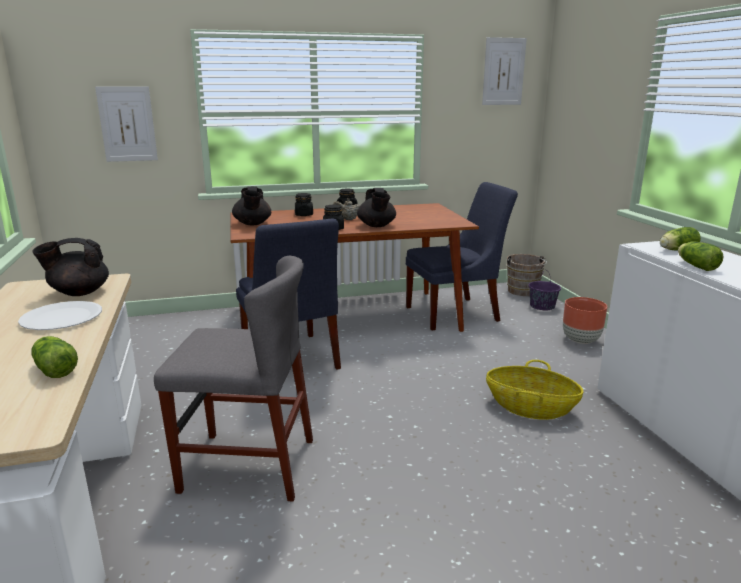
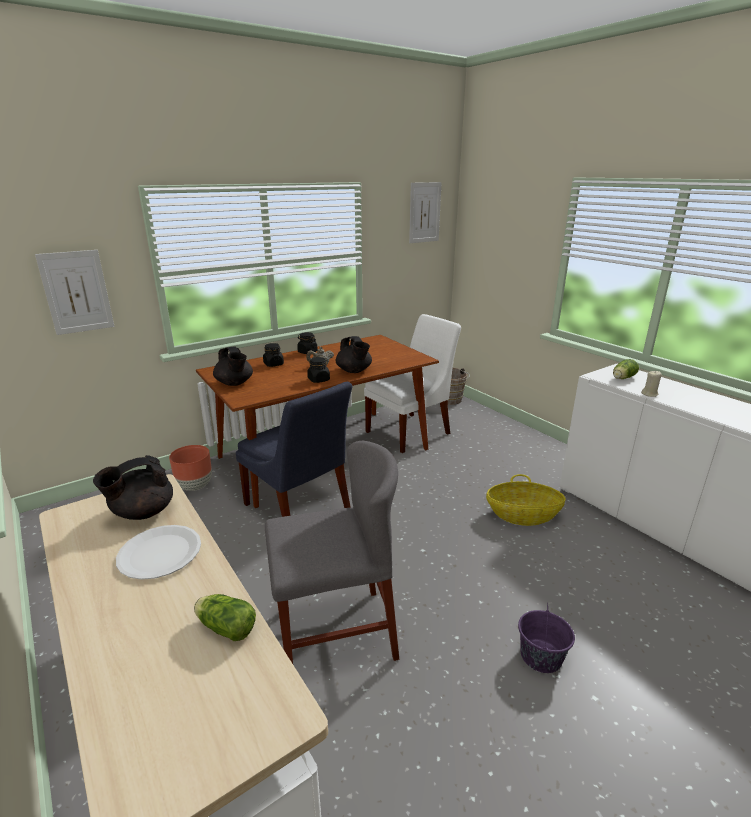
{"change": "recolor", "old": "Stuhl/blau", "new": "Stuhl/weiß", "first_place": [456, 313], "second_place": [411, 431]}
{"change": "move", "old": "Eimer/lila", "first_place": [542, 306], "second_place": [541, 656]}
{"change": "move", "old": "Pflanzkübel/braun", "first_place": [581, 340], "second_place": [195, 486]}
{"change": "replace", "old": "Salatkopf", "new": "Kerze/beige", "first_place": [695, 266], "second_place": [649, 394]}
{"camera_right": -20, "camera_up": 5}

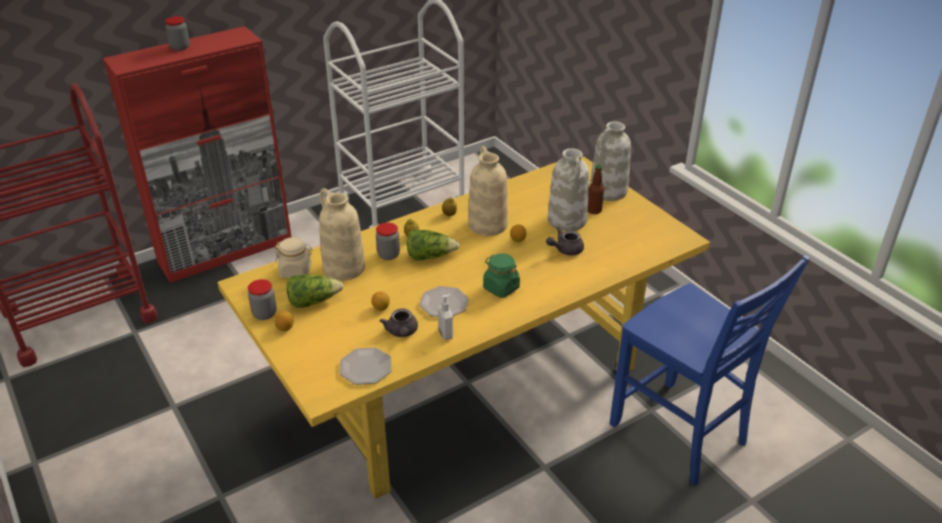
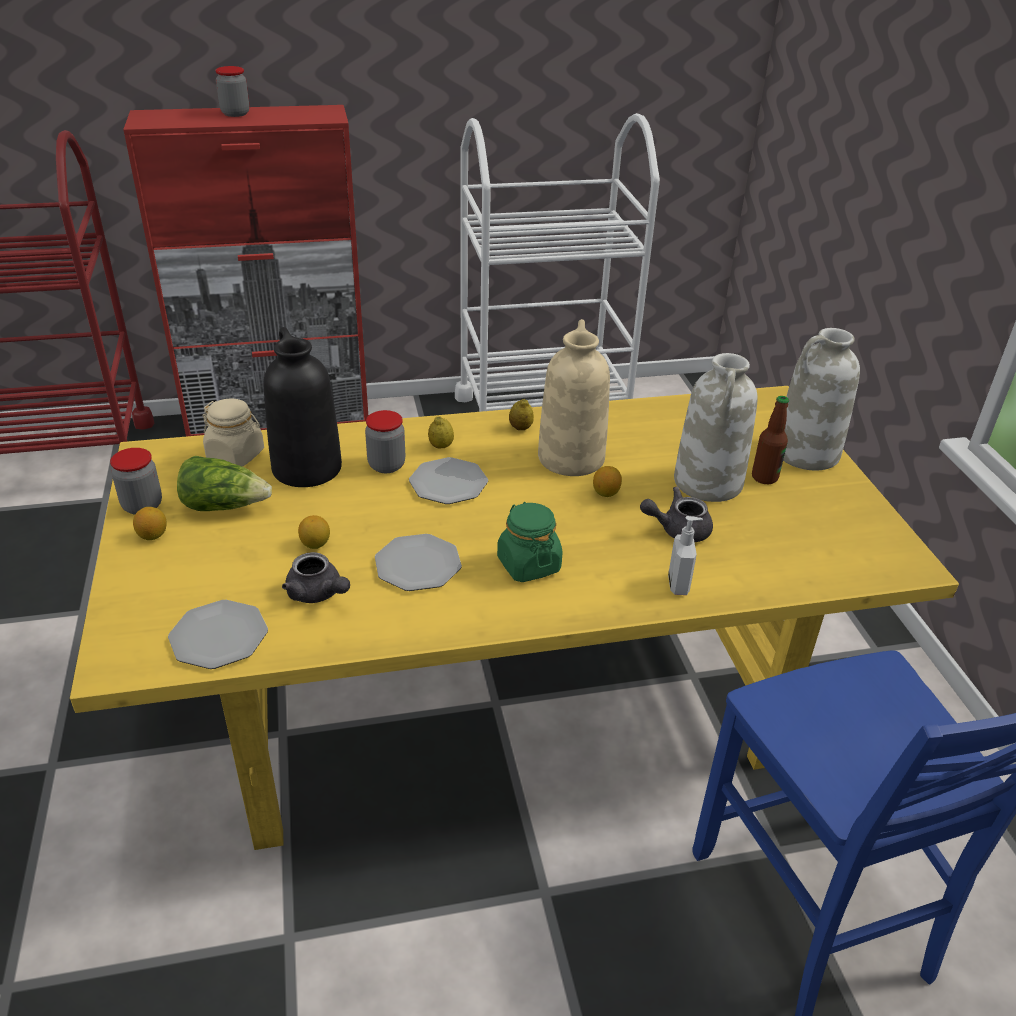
{"change": "recolor", "old": "Vase/beige", "new": "Vase/schwarz", "first_place": [343, 268], "second_place": [305, 467]}
{"change": "rotate", "old": "Teekanne/grau", "first_place": [401, 332], "second_place": [318, 594], "degrees": -60}
{"change": "replace", "old": "Salatkopf", "new": "Teller", "first_place": [430, 256], "second_place": [448, 483]}
{"change": "move", "old": "Seifenspender", "first_place": [446, 334], "second_place": [679, 585]}
{"camera_right": 20, "camera_up": 0}

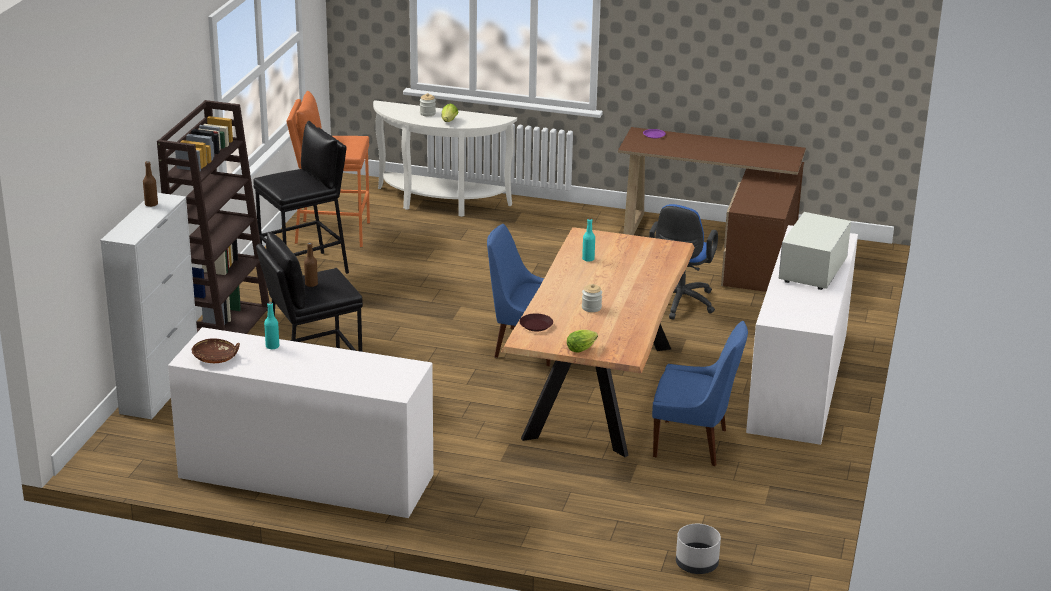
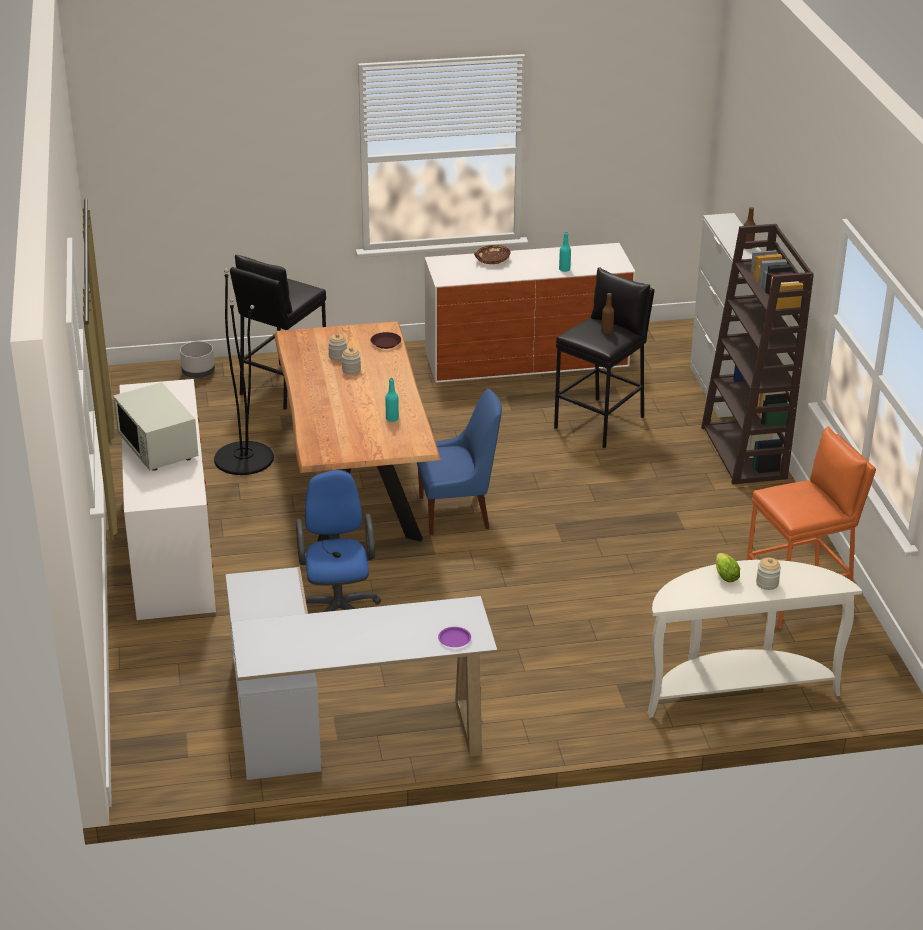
{"change": "move", "old": "Schüssel/braun", "first_place": [216, 358], "second_place": [492, 260]}
{"change": "move", "old": "Hocker/schwarz", "first_place": [305, 271], "second_place": [282, 386]}
{"change": "delete", "old": "Salatkopf", "first_place": [582, 348]}
{"change": "recolor", "old": "Schreibtisch/braun", "new": "Schreibtisch/weiß", "first_place": [720, 246], "second_place": [337, 723]}
{"change": "replace", "old": "Stuhl/blau", "new": "Stehlampe/schwarz", "first_place": [693, 444], "second_place": [244, 458]}
{"change": "rotate", "old": "Mikrowelle/weiß", "first_place": [813, 271], "second_place": [158, 447], "degrees": 150}
{"change": "insert", "new": "Vorratsglas", "second_place": [338, 356]}
{"camera_right": 155, "camera_up": 5}

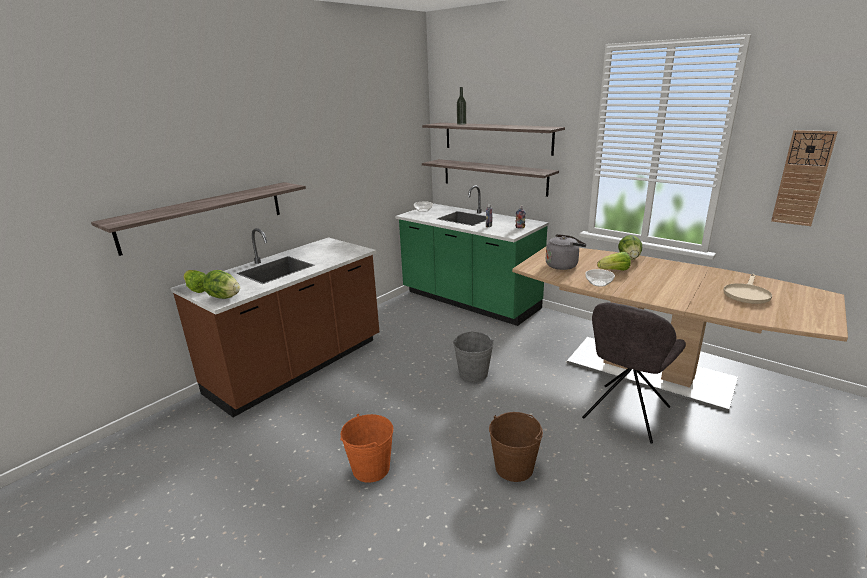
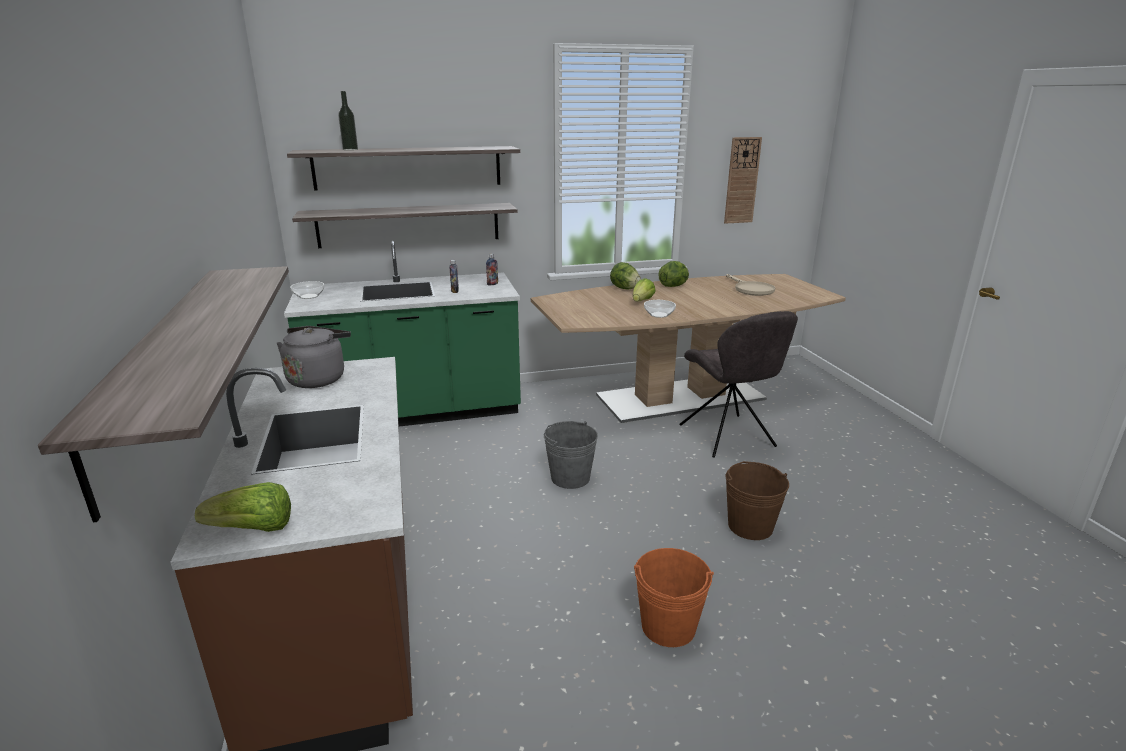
{"change": "move", "old": "Salatkopf", "first_place": [224, 297], "second_place": [674, 286]}
{"change": "move", "old": "Wasserkessel/grau", "first_place": [563, 265], "second_place": [318, 378]}
{"camera_right": -55, "camera_up": 0}

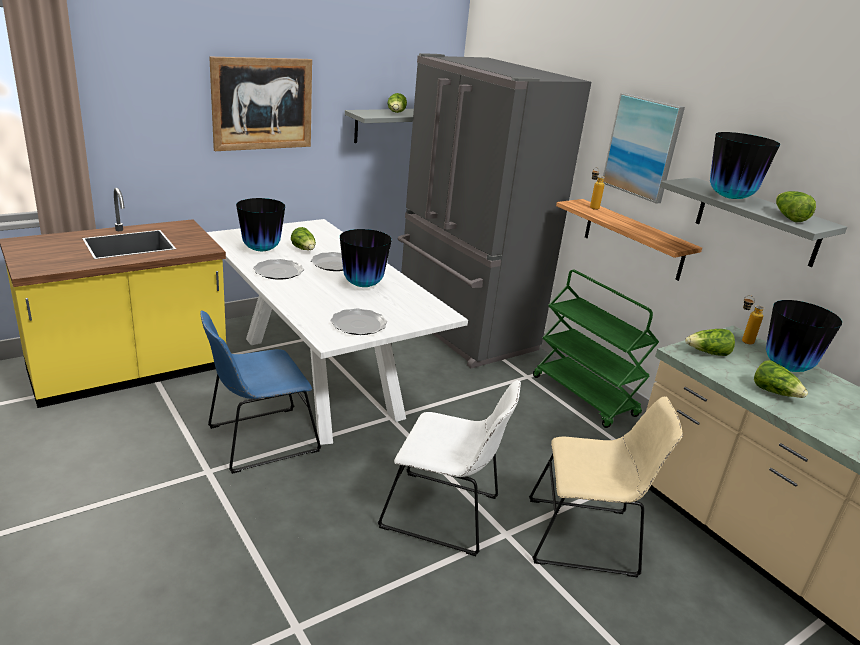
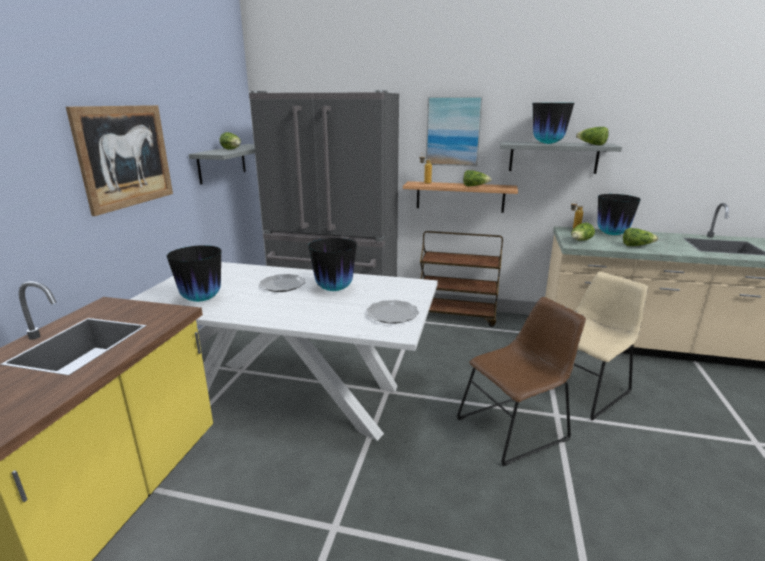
{"change": "delete", "old": "Stuhl/blau", "first_place": [258, 440]}
{"change": "delete", "old": "Teller", "first_place": [278, 271]}
{"change": "move", "old": "Salatkopf", "first_place": [304, 249], "second_place": [475, 186]}
{"change": "recolor", "old": "Stuhl/weiß", "new": "Stuhl/braun", "first_place": [445, 514], "second_place": [515, 427]}
{"change": "recolor", "old": "Rollwagen/grün", "new": "Rollwagen/braun", "first_place": [585, 396], "second_place": [457, 316]}
{"camera_right": -40, "camera_up": -5}

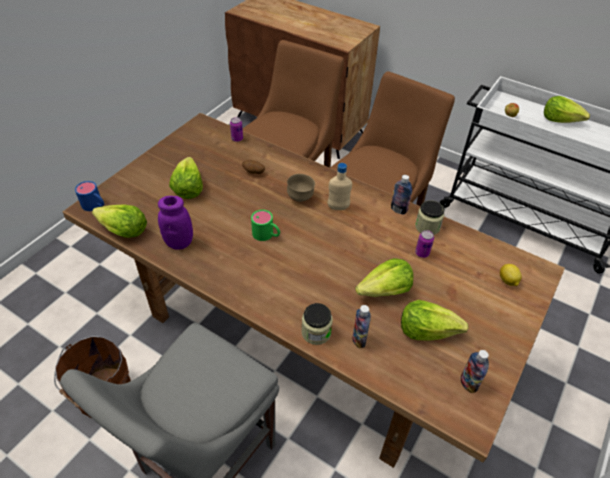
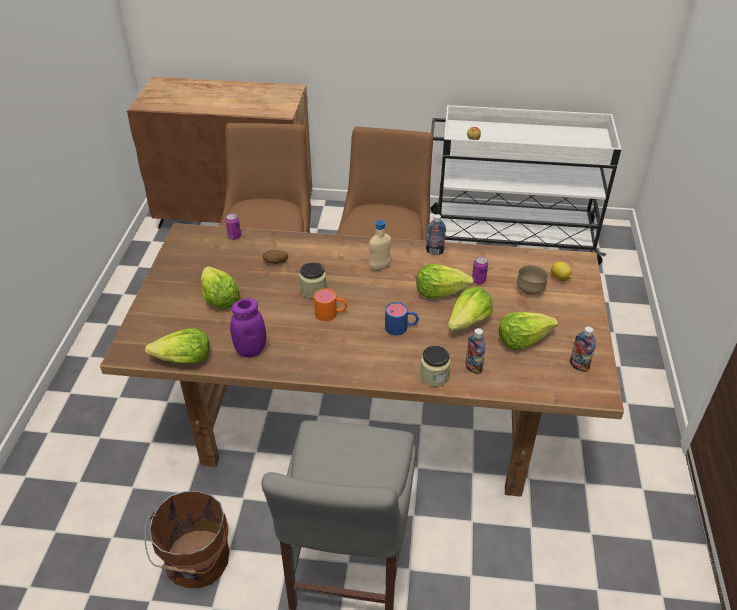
{"change": "move", "old": "Henkelbecher/blau", "first_place": [95, 206], "second_place": [401, 327]}
{"change": "recolor", "old": "Henkelbecher/grün", "new": "Henkelbecher/orange", "first_place": [267, 235], "second_place": [331, 314]}
{"change": "move", "old": "Schüssel/braun", "first_place": [300, 198], "second_place": [530, 291]}
{"change": "move", "old": "Vorratsglas", "first_place": [427, 227], "second_place": [313, 290]}
{"change": "move", "old": "Salatkopf", "first_place": [560, 120], "second_place": [440, 291]}
{"camera_right": -25, "camera_up": -5}

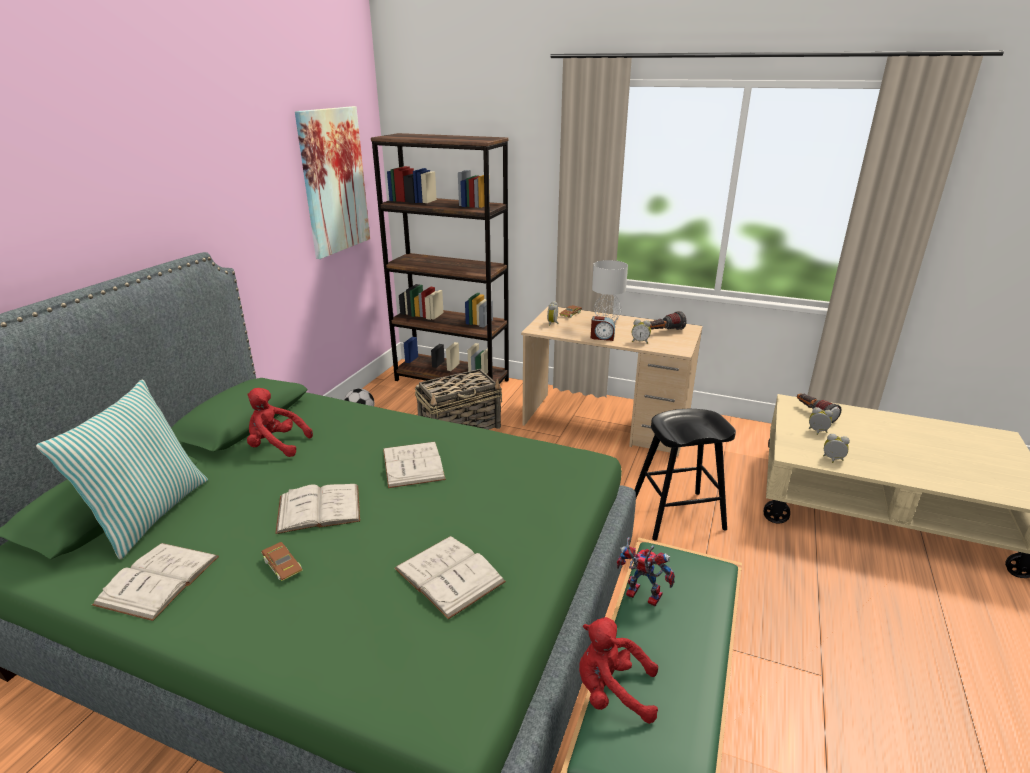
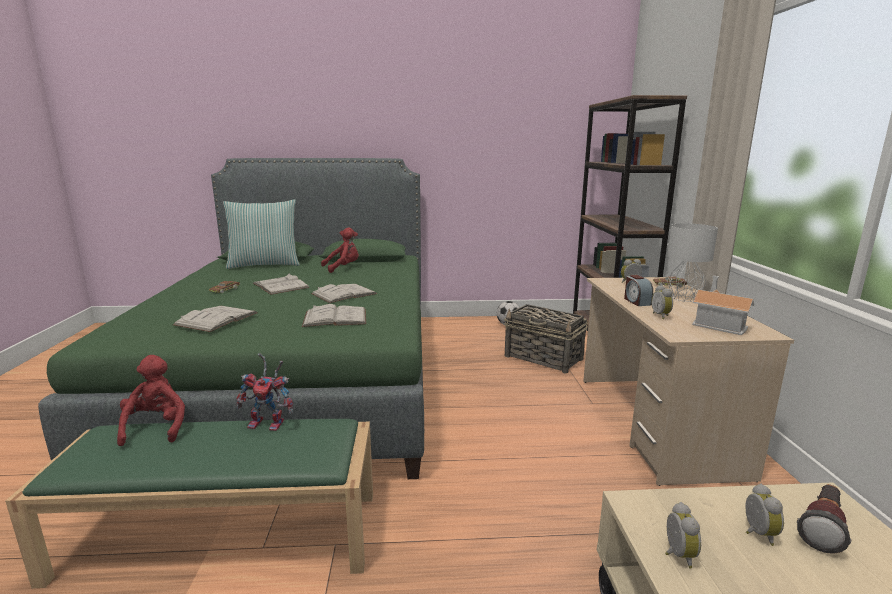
{"change": "move", "old": "Buch/weiß", "first_place": [158, 580], "second_place": [335, 317]}
{"change": "rotate", "old": "Plüschtier/rot", "first_place": [276, 445], "second_place": [343, 268], "degrees": 75}
{"change": "delete", "old": "Bild", "first_place": [334, 181]}
{"change": "rotate", "old": "Spielzeugroboter", "first_place": [639, 595], "second_place": [270, 423], "degrees": 90}
{"change": "delete", "old": "Hocker/schwarz", "first_place": [676, 515]}
{"change": "replace", "old": "Taschenlampe", "new": "Spielzeughaus", "first_place": [663, 332], "second_place": [717, 323]}
{"camera_right": 65, "camera_up": -10}

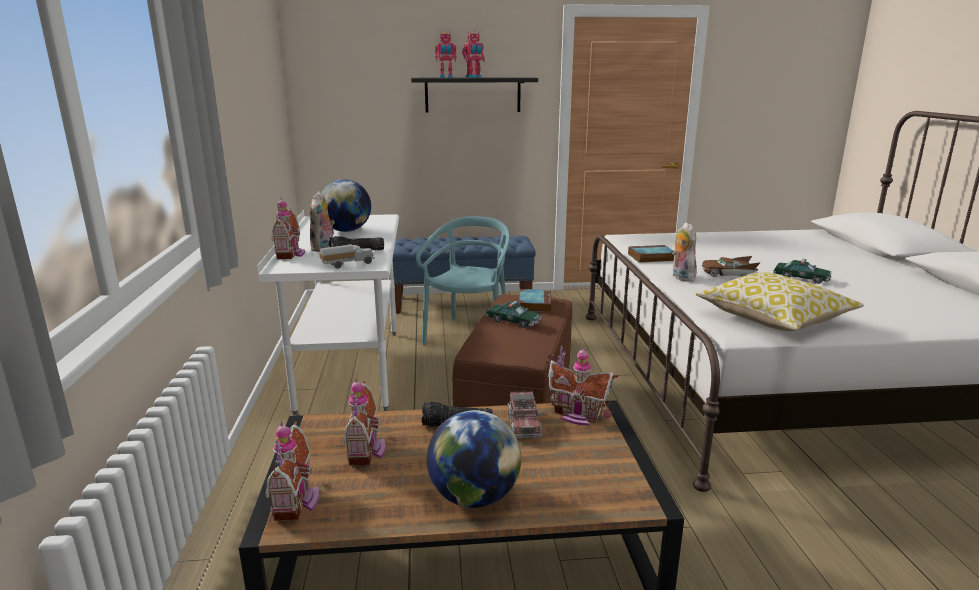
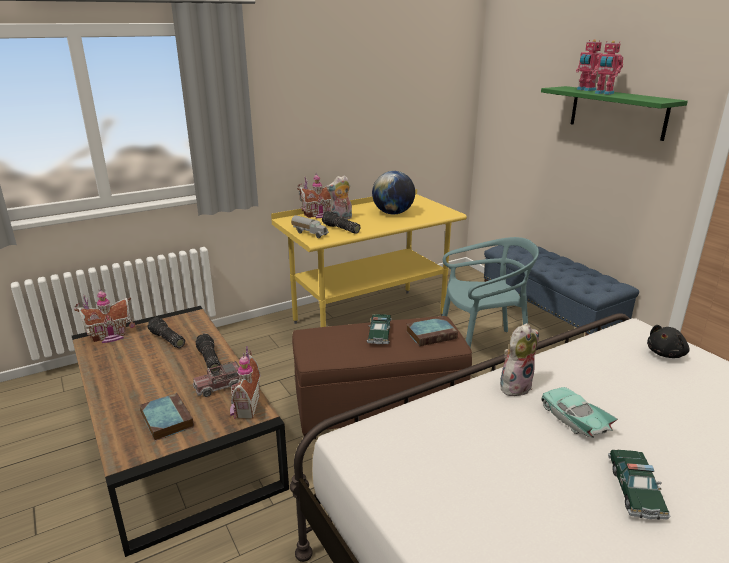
{"change": "recolor", "old": "Schreibtisch/weiß", "new": "Schreibtisch/gelb", "first_place": [350, 369], "second_place": [369, 319]}
{"change": "replace", "old": "Spielzeughaus", "new": "Taschenlampe", "first_place": [367, 450], "second_place": [166, 339]}
{"change": "recolor", "old": "Wandregal/schwarz", "new": "Wandregal/grün", "first_place": [473, 94], "second_place": [617, 112]}
{"change": "delete", "old": "Globus", "first_place": [474, 497]}
{"change": "move", "old": "Buch", "first_place": [650, 257], "second_place": [166, 419]}
{"change": "delete", "old": "Kissen", "first_place": [774, 319]}
{"change": "recolor", "old": "Spielzeugauto/braun", "new": "Spielzeugauto/türkis", "first_place": [728, 274], "second_place": [574, 420]}
{"change": "insert", "new": "Plüschtier/schwarz", "second_place": [666, 354]}
{"camera_right": 65, "camera_up": 5}

